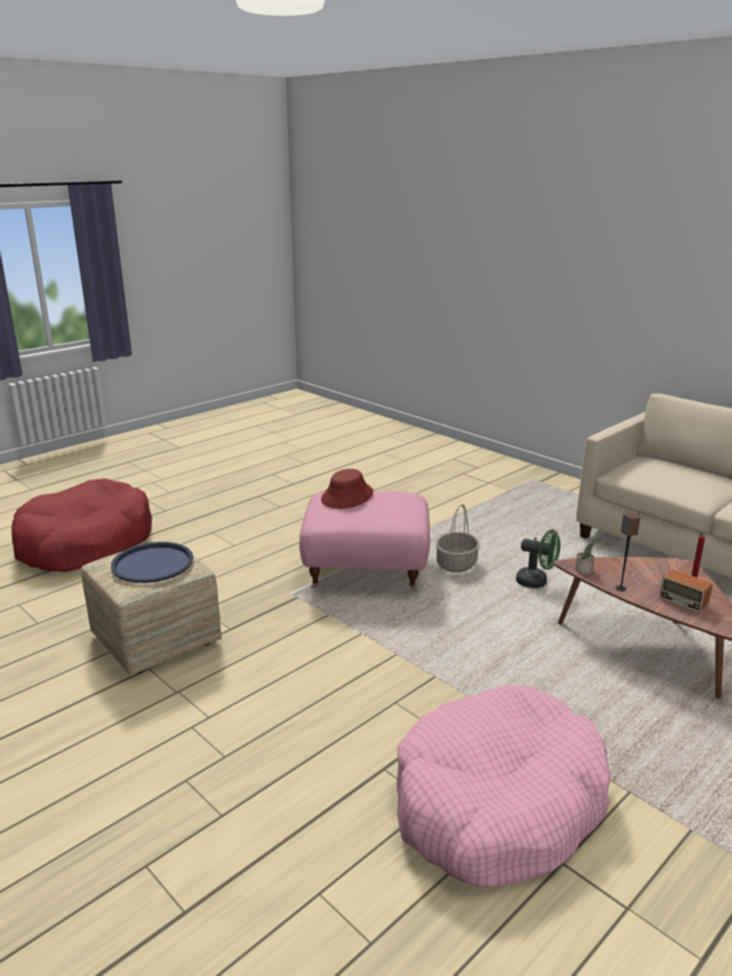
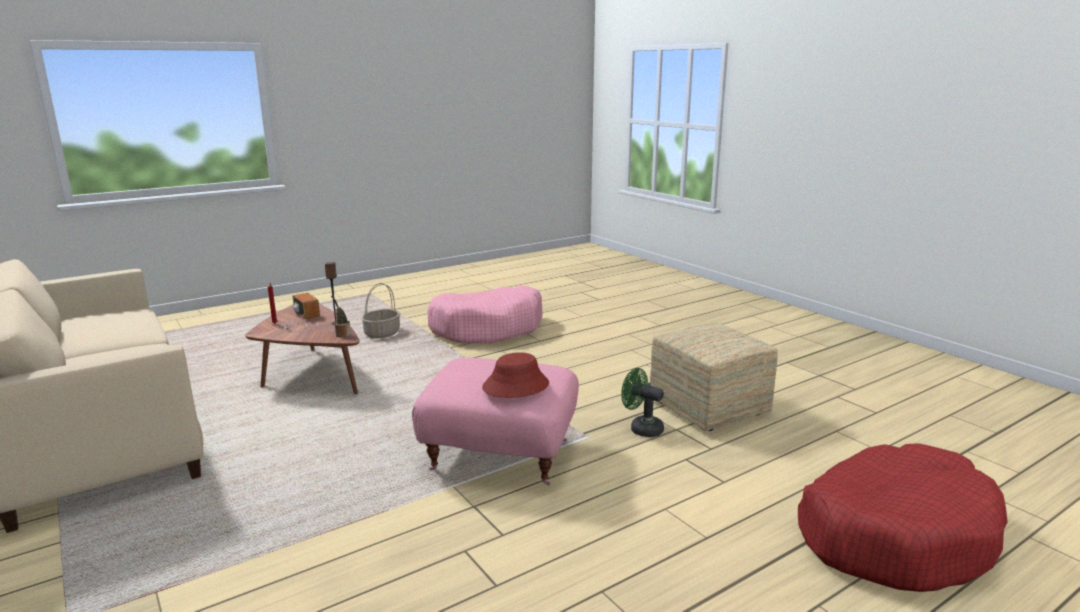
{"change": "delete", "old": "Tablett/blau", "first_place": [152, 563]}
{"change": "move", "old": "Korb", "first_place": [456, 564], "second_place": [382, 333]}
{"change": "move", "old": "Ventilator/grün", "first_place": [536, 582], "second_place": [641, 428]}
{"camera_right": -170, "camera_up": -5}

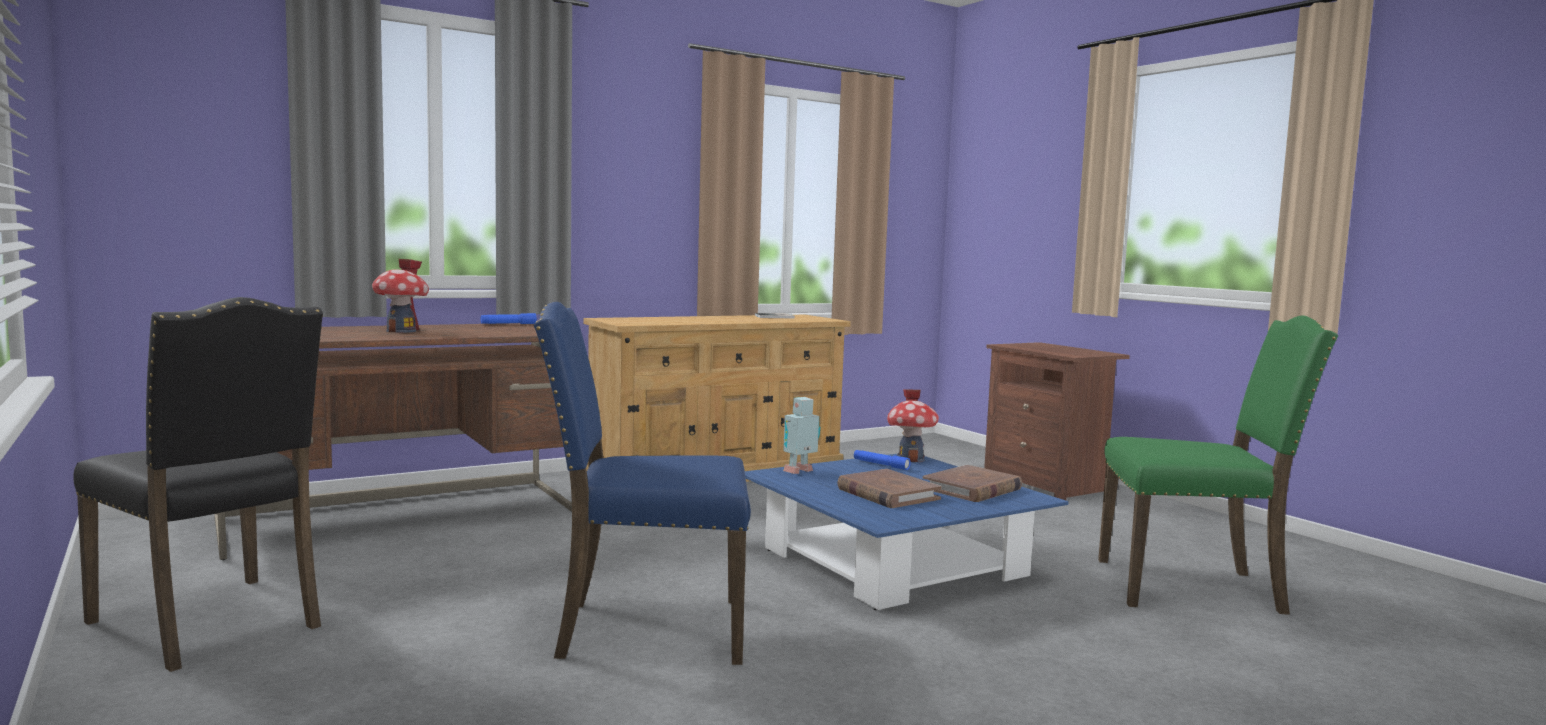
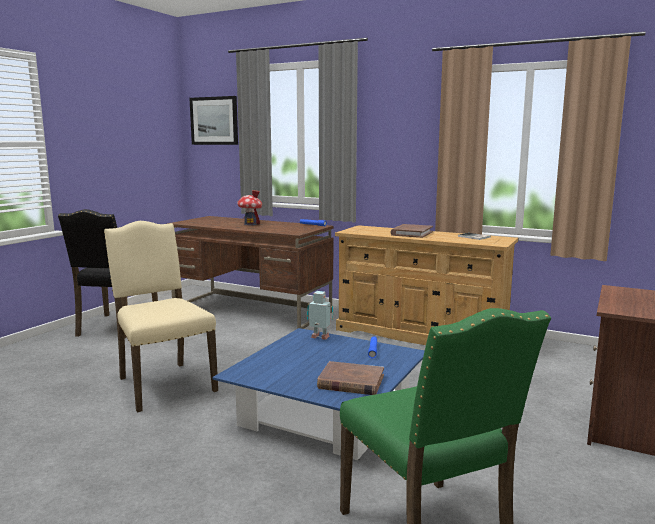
{"change": "recolor", "old": "Stuhl/blau", "new": "Stuhl/beige", "first_place": [646, 629], "second_place": [163, 384]}
{"change": "move", "old": "Buch/braun", "first_place": [887, 494], "second_place": [411, 233]}
{"change": "delete", "old": "Spielzeughaus", "first_place": [910, 459]}
{"change": "insert", "new": "Bild", "second_place": [214, 121]}
{"camera_right": 60, "camera_up": 5}

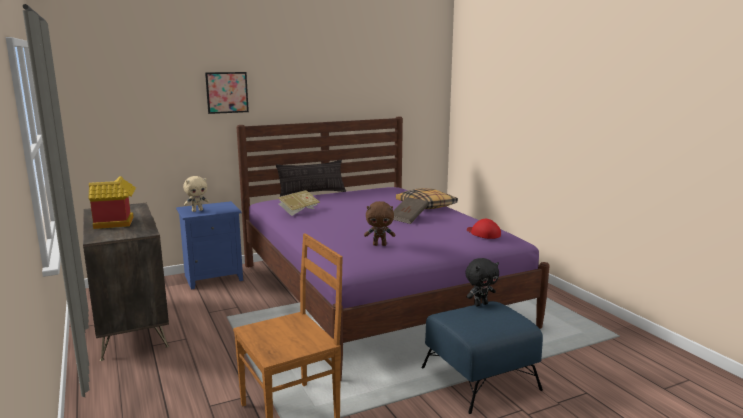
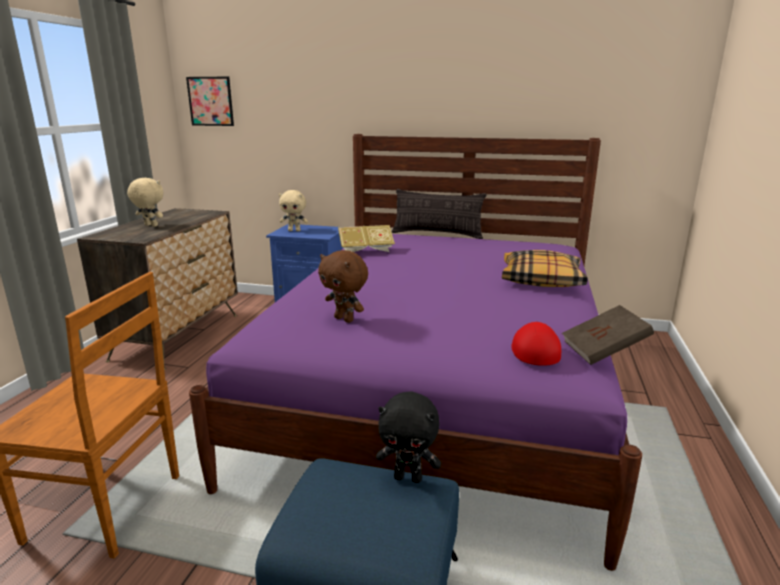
{"change": "replace", "old": "Spielzeughaus", "new": "Plüschtier/beige", "first_place": [116, 224], "second_place": [150, 226]}
{"change": "move", "old": "Bild", "first_place": [227, 92], "second_place": [210, 101]}
{"change": "move", "old": "Buch/braun", "first_place": [409, 218], "second_place": [603, 351]}
{"camera_right": 40, "camera_up": 5}

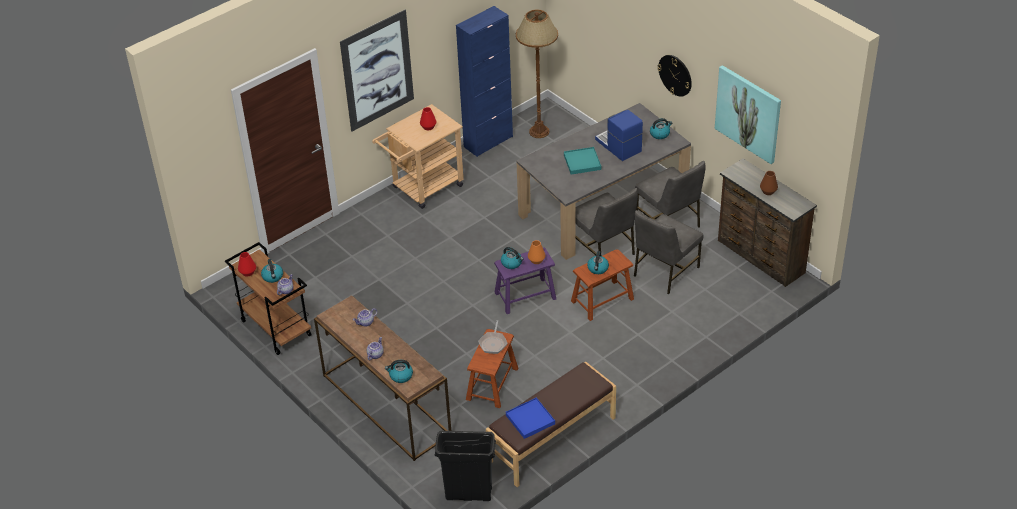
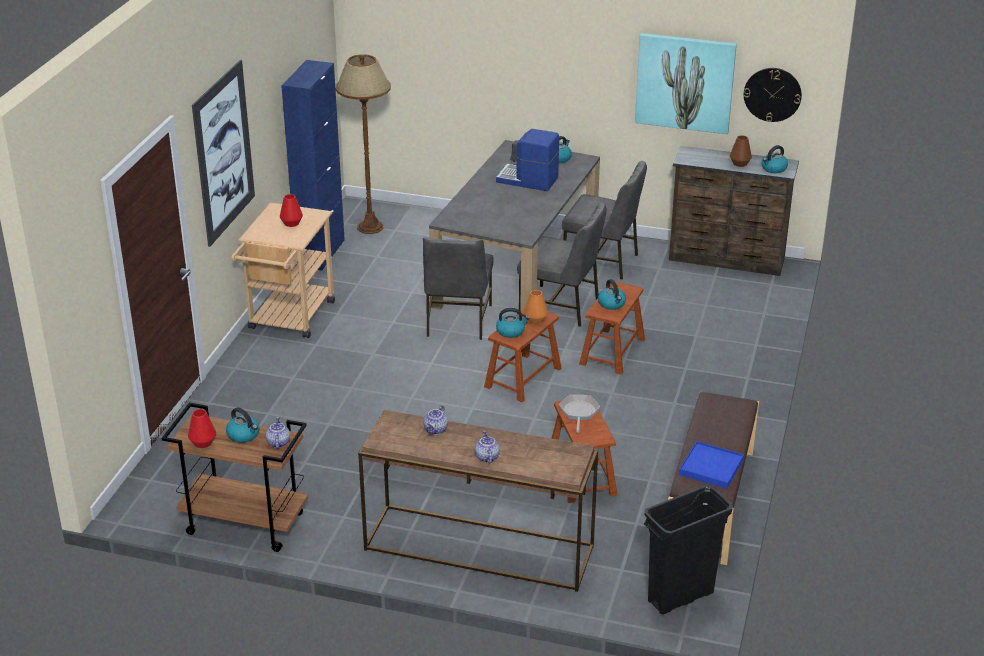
{"change": "move", "old": "Wasserkessel", "first_place": [400, 376], "second_place": [773, 169]}
{"change": "rotate", "old": "Pfanne", "first_place": [493, 343], "second_place": [579, 412], "degrees": -150}
{"change": "recolor", "old": "Hocker/lila", "new": "Hocker/braun", "first_place": [525, 295], "second_place": [523, 377]}
{"change": "delete", "old": "Tablett/türkis", "first_place": [582, 162]}
{"change": "move", "old": "Stuhl/grau", "first_place": [664, 271], "second_place": [457, 321]}
{"change": "move", "old": "Wanduhr", "first_place": [675, 75], "second_place": [772, 94]}
{"camera_right": -35, "camera_up": -10}

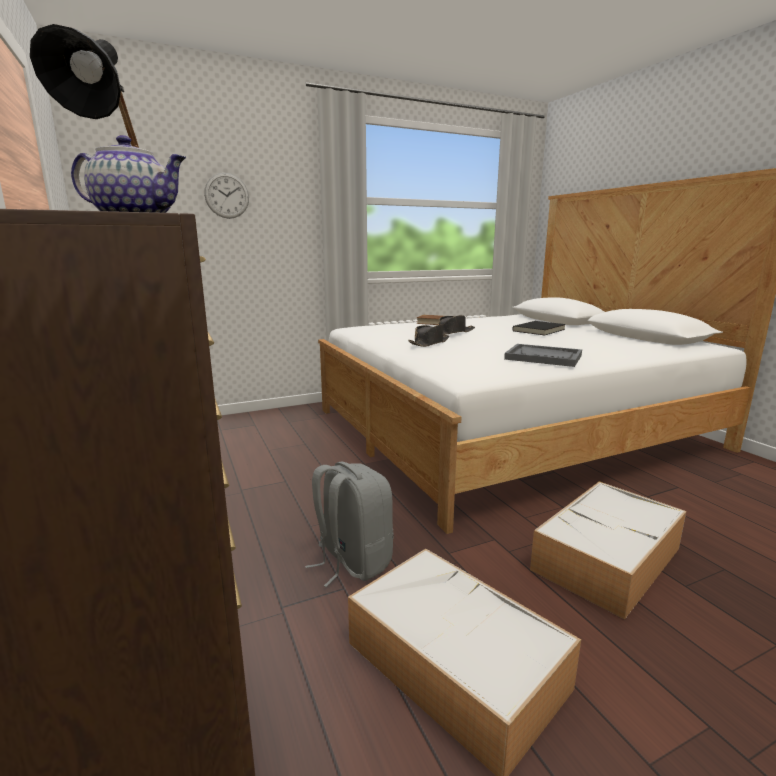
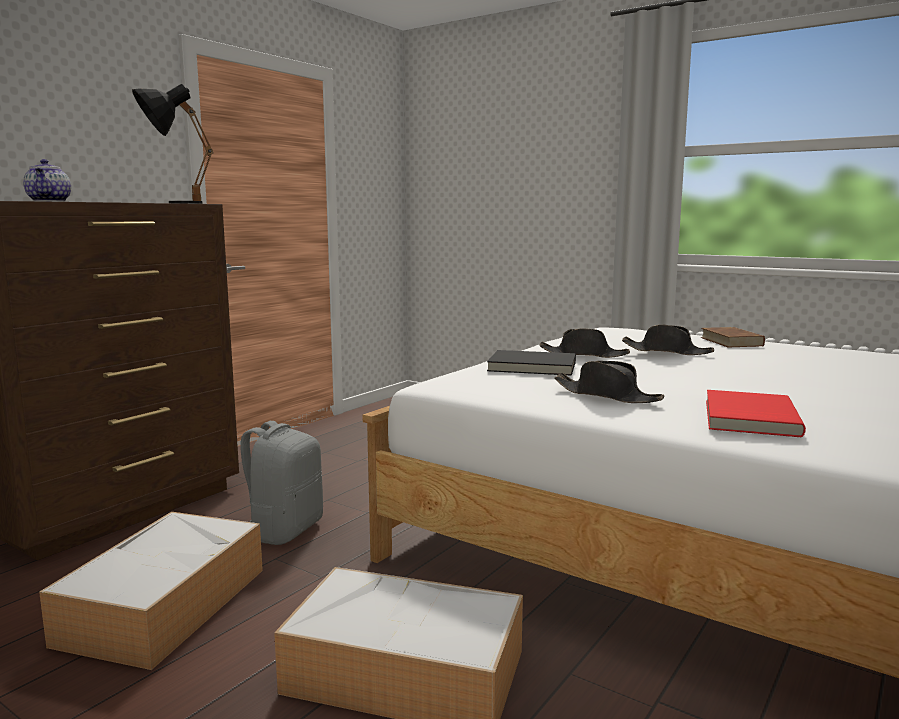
{"change": "delete", "old": "Wanduhr", "first_place": [227, 195]}
{"change": "replace", "old": "Tablett/grau", "new": "Hut/schwarz", "first_place": [543, 357], "second_place": [607, 395]}
{"change": "move", "old": "Buch/schwarz", "first_place": [540, 330], "second_place": [532, 367]}
{"change": "insert", "new": "Buch/rot", "second_place": [748, 417]}
{"camera_right": 60, "camera_up": -5}

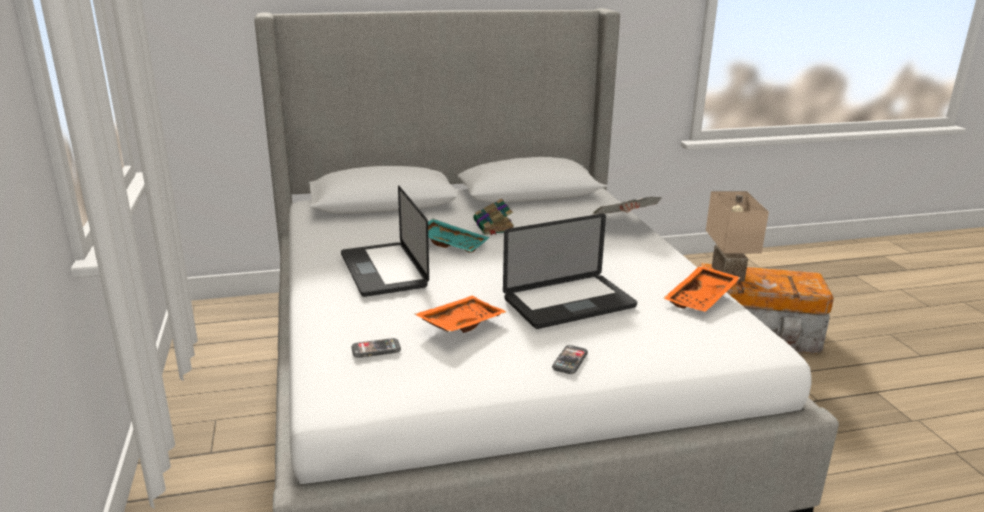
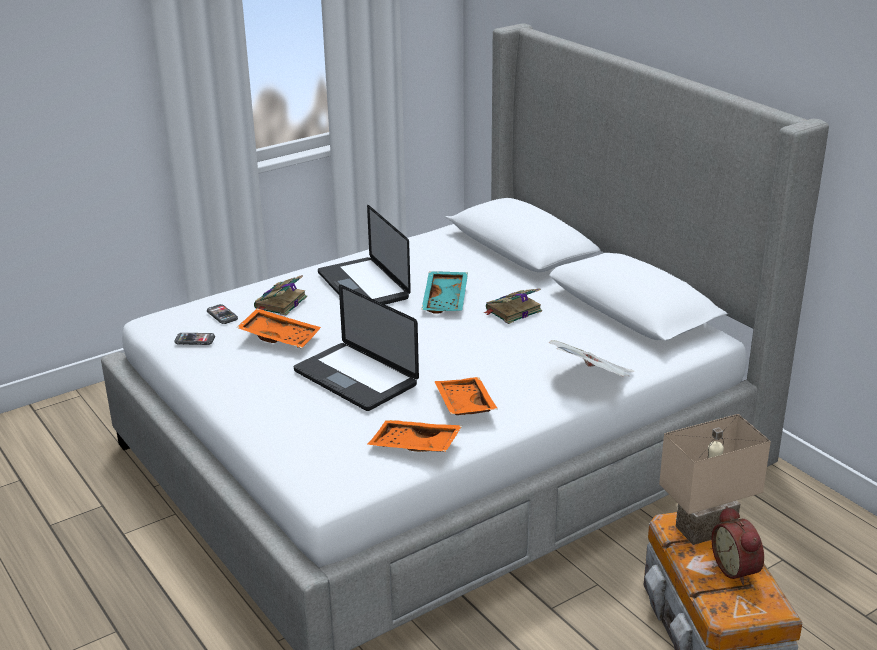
{"change": "rotate", "old": "Laptop", "first_place": [383, 270], "second_place": [363, 286], "degrees": -75}
{"change": "move", "old": "Handy", "first_place": [570, 361], "second_place": [195, 340]}
{"change": "insert", "new": "Buch", "second_place": [280, 303]}
{"change": "insert", "new": "Tablett/orange", "second_place": [463, 405]}
{"change": "insert", "new": "Wecker", "second_place": [737, 569]}
{"camera_right": 70, "camera_up": 5}

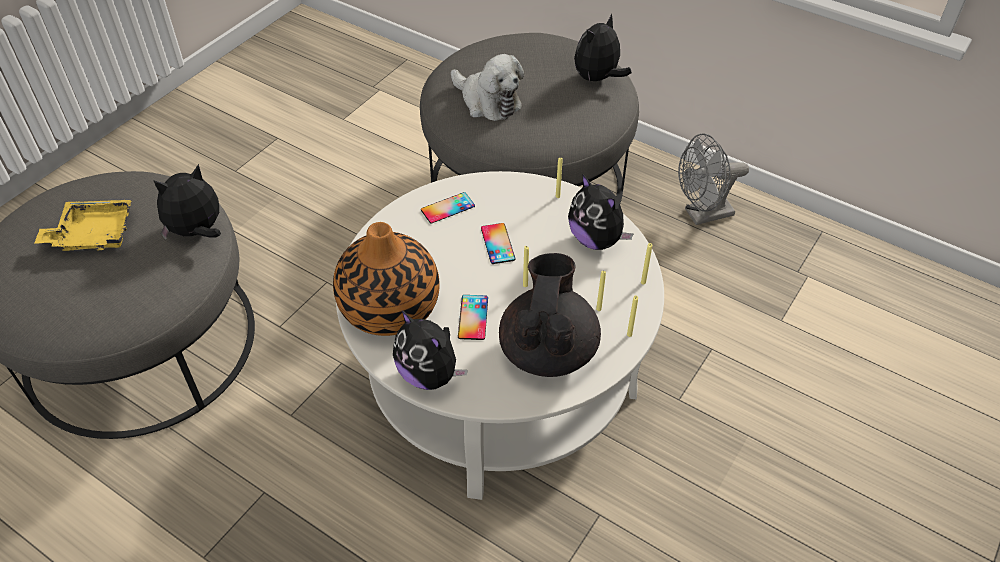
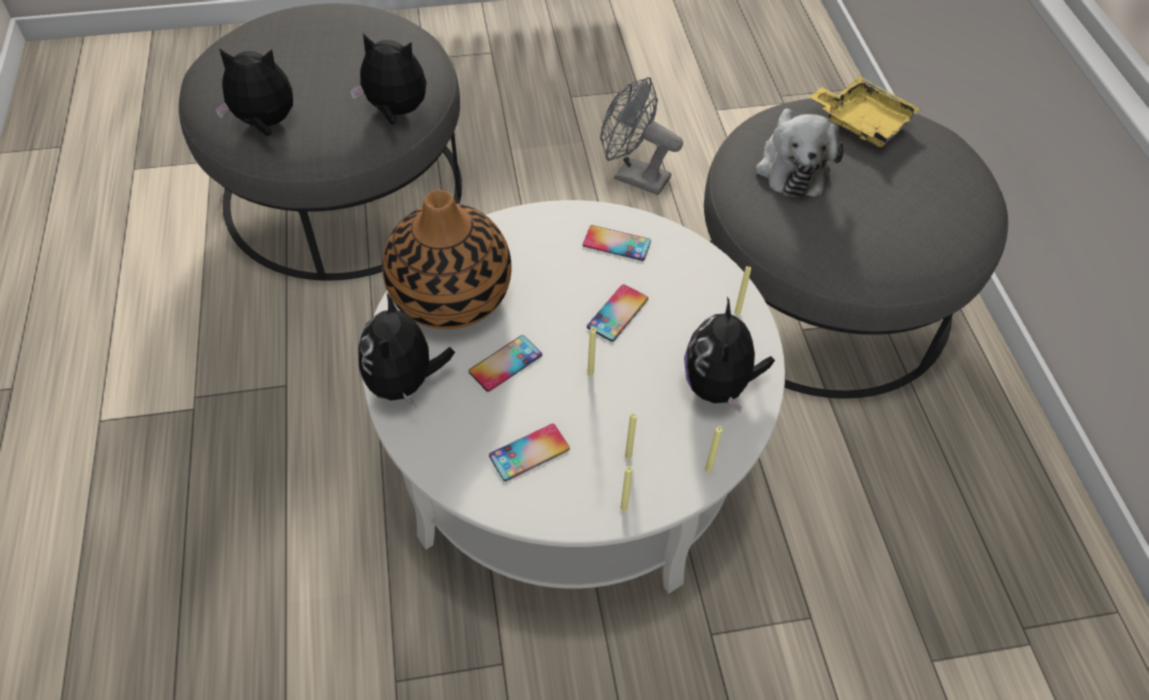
{"change": "move", "old": "Tablett/gelb", "first_place": [93, 234], "second_place": [862, 121]}
{"change": "replace", "old": "Teekanne/schwarz", "new": "Handy", "first_place": [548, 350], "second_place": [529, 452]}
{"change": "move", "old": "Plüschtier", "first_place": [598, 79], "second_place": [265, 124]}
{"change": "move", "old": "Ventilator/grau", "first_place": [702, 215], "second_place": [633, 176]}
{"camera_right": 45, "camera_up": 5}

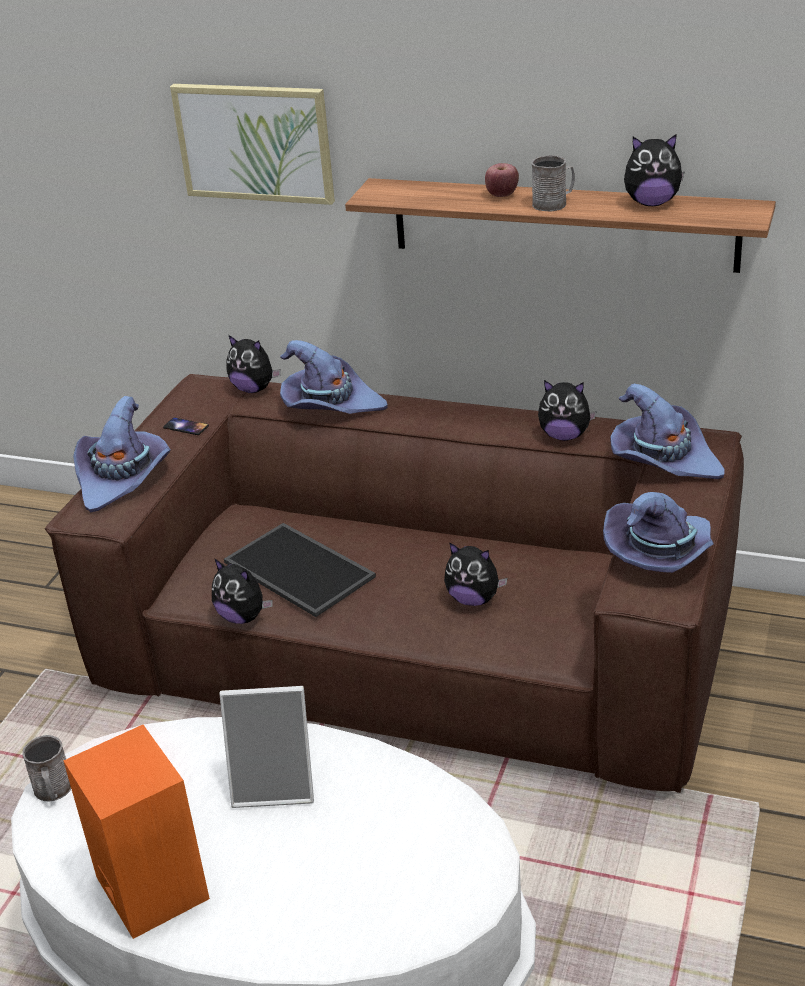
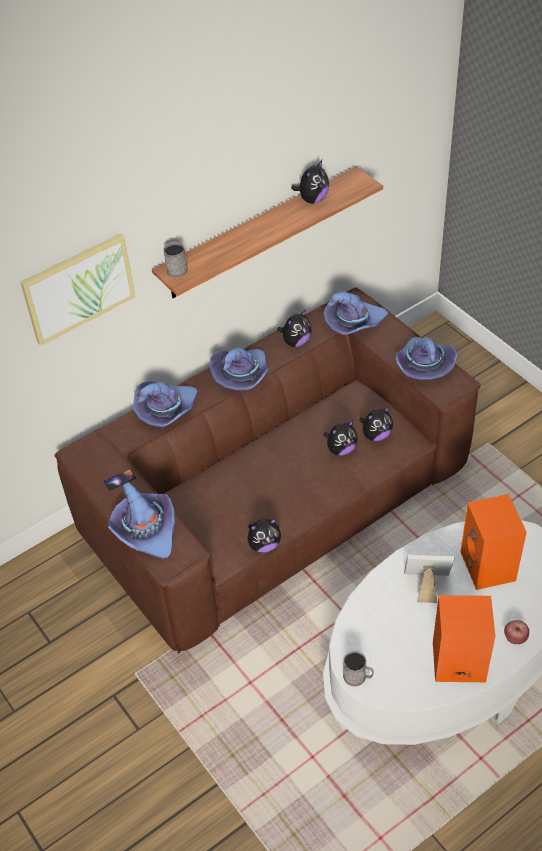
{"change": "rotate", "old": "Bilderrahmen", "first_place": [275, 784], "second_place": [426, 585], "degrees": -120}
{"change": "delete", "old": "Tablett", "first_place": [301, 569]}
{"change": "move", "old": "Plüschtier", "first_place": [254, 389], "second_place": [376, 435]}
{"change": "move", "old": "Apfel", "first_place": [502, 195], "second_place": [515, 638]}
{"change": "move", "old": "Henkelbecher/grau", "first_place": [554, 203], "second_place": [178, 268]}
{"change": "insert", "new": "Hut/lila", "second_place": [241, 375]}
{"change": "insert", "new": "Lautsprecher/orange", "second_place": [489, 567]}
{"camera_right": -55, "camera_up": 15}

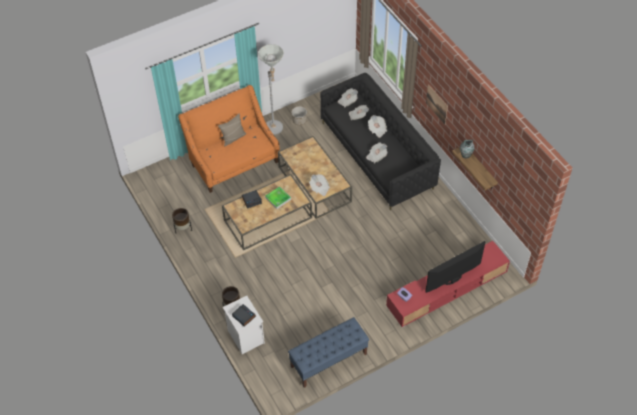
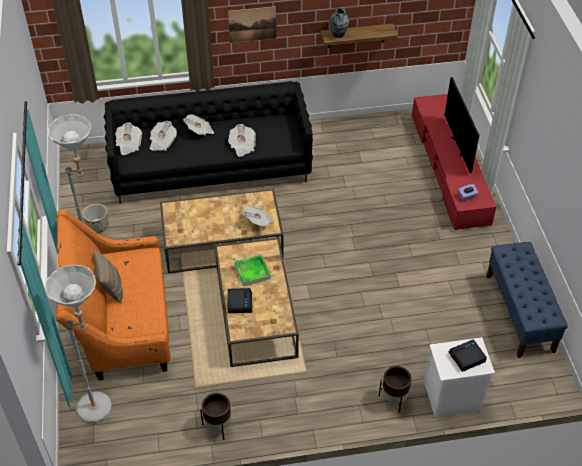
{"change": "insert", "new": "Stehlampe/grau", "second_place": [102, 406]}
{"camera_right": -70, "camera_up": -5}

